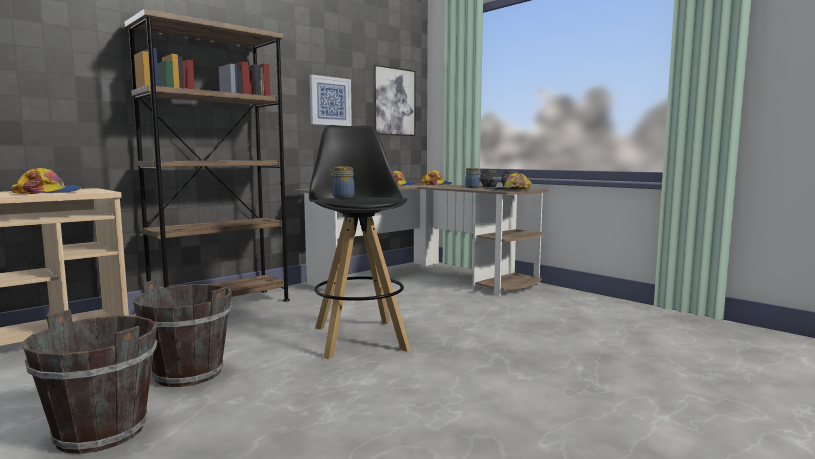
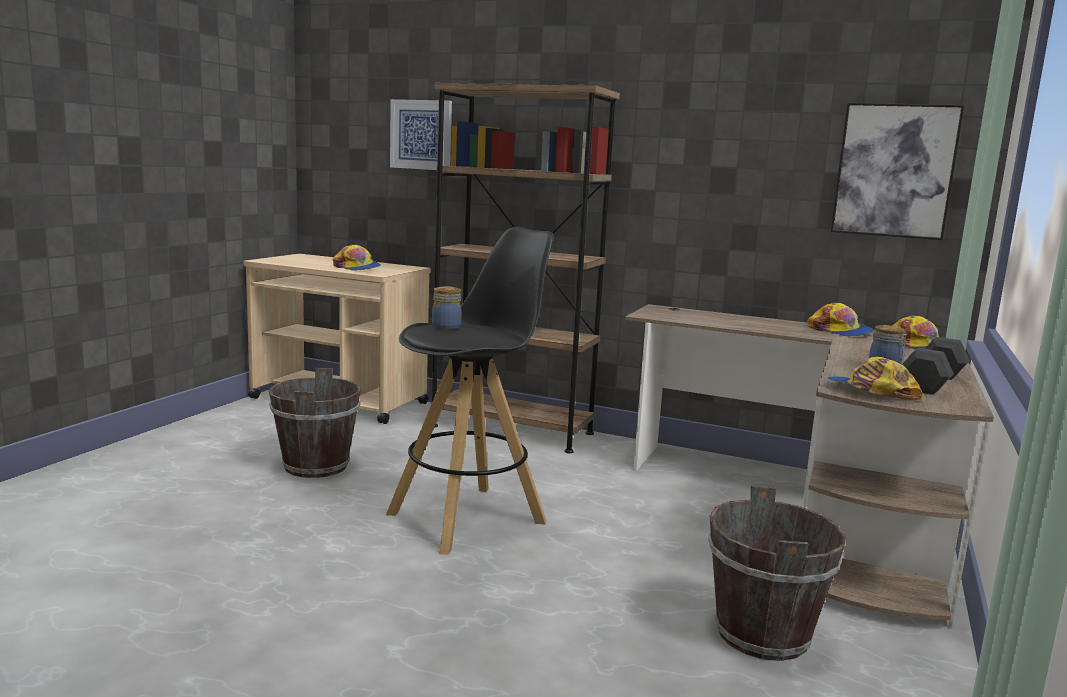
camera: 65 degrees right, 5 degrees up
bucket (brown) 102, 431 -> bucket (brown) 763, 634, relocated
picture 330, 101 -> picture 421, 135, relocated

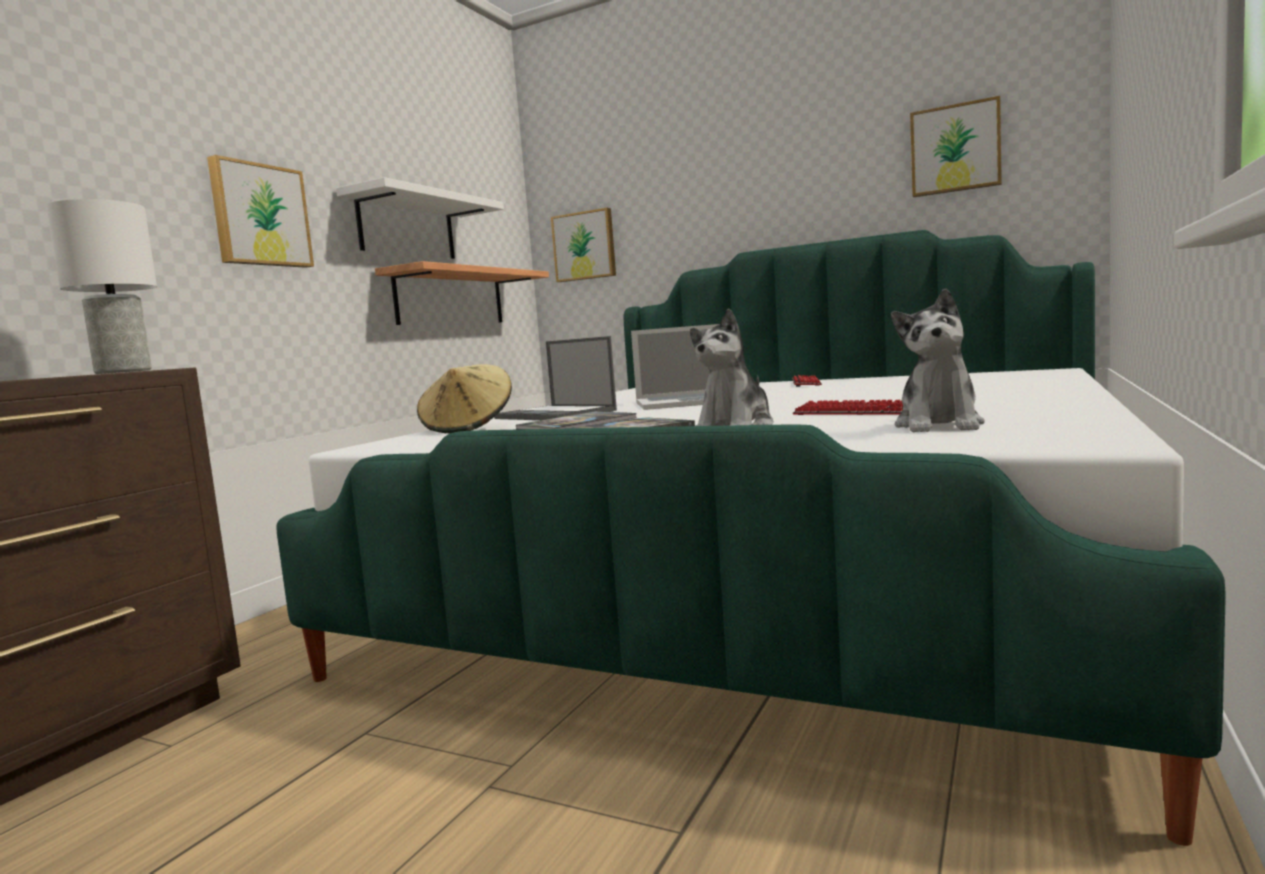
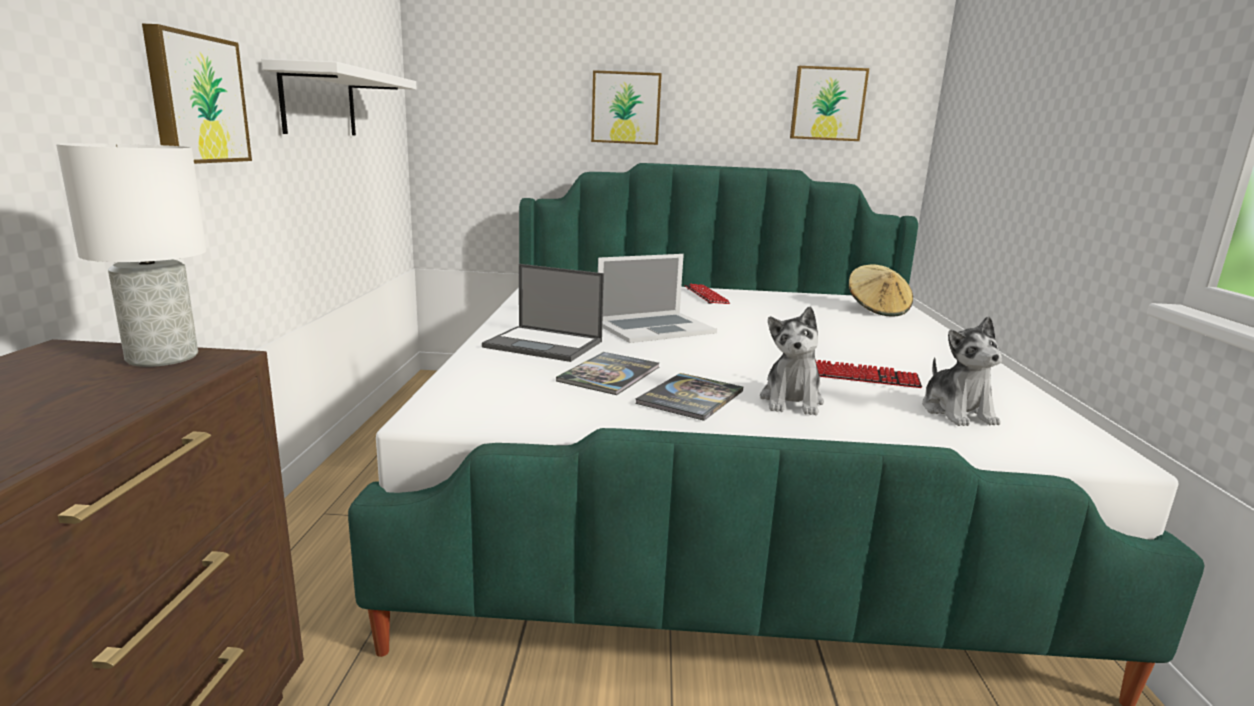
camera: 25 degrees left, 10 degrees up
shelf 450, 298 -> none
hat (beige) 468, 428 -> hat (beige) 877, 310, relocated
picture 585, 246 -> picture 626, 108, relocated

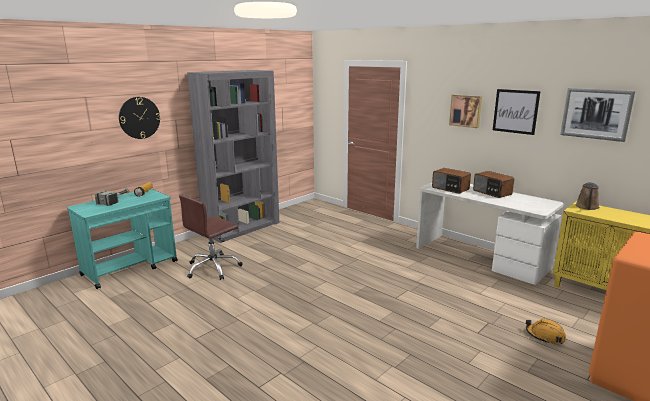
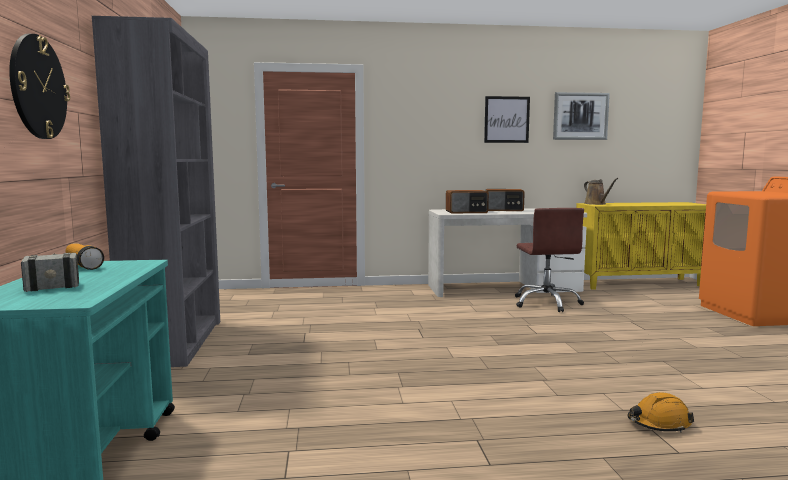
camera: 50 degrees left, 10 degrees down
picture 466, 111 -> none
office chair (brown) 213, 268 -> office chair (brown) 546, 303, relocated
hard hat (orange) 545, 336 -> hard hat (orange) 658, 424, relocated

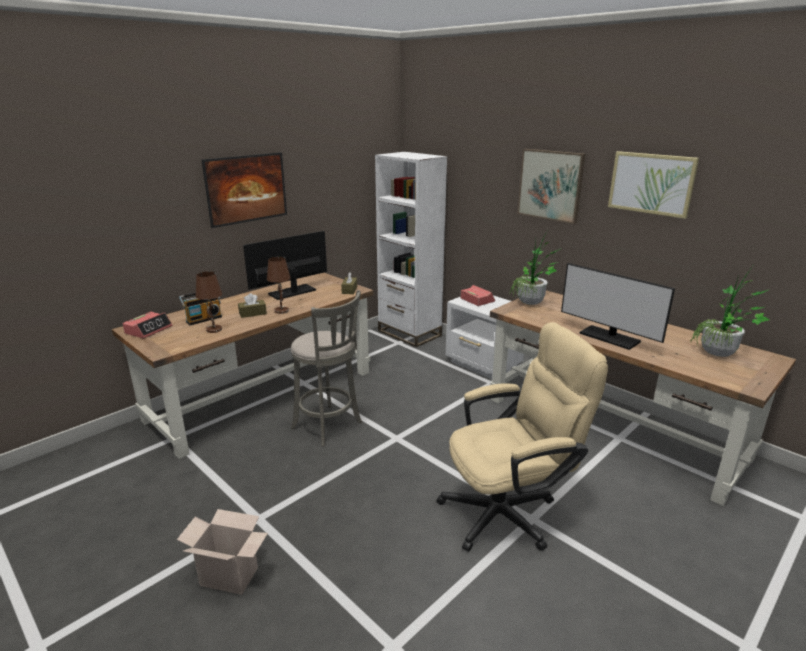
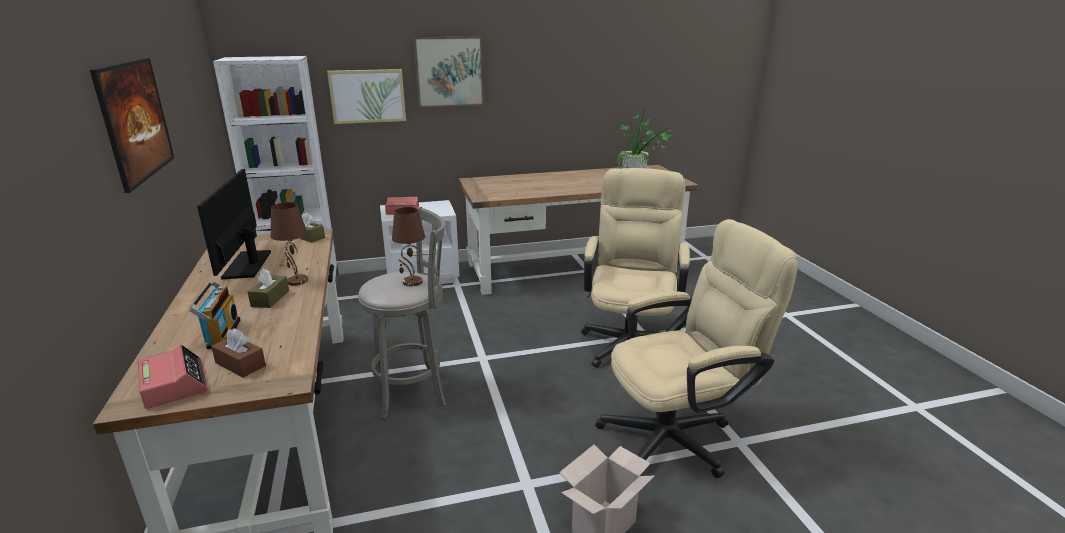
camera: 60 degrees left, 0 degrees up
potted plant 531, 305 -> none
monitor 609, 337 -> none
none -> tissue box (brown) 240, 364
none -> office chair (beige) 678, 436
table lamp (brown) 213, 329 -> table lamp (brown) 412, 282, relocated
picture 651, 183 -> picture 367, 96, relocated

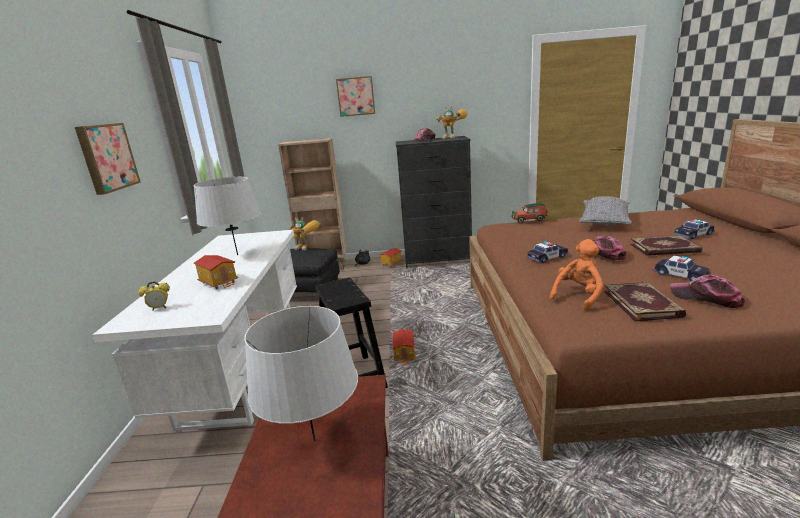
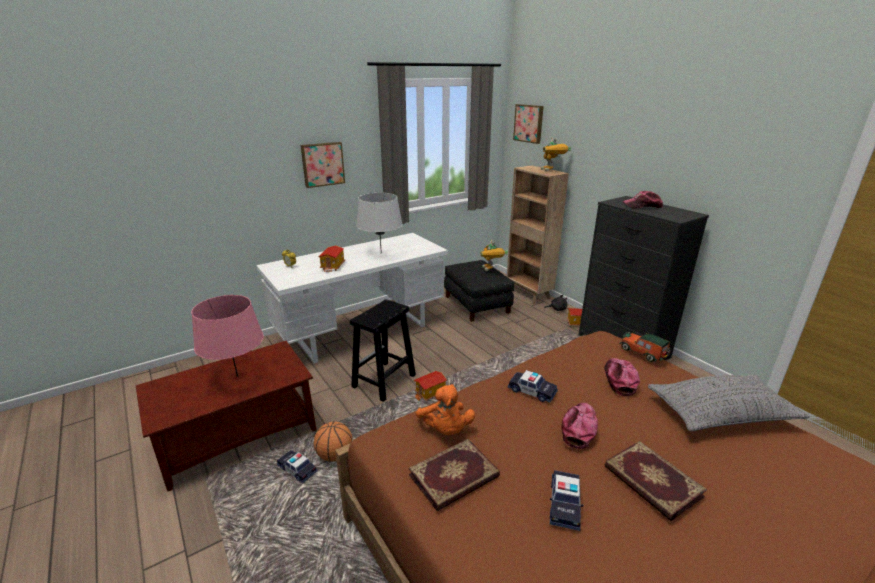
camera: 55 degrees right, 5 degrees up
none -> basketball 335, 455
picture 356, 96 -> picture 529, 123, relocated
toy robot 454, 137 -> toy robot 551, 171, relocated
cap 706, 298 -> cap 619, 379, relocated
toy car 693, 234 -> toy car 297, 469, relocated
table lamp (grey) 315, 441 -> table lamp (pink) 237, 376
plush toy (orange) 578, 296 -> plush toy (orange) 445, 430, 60 degrees clockwise

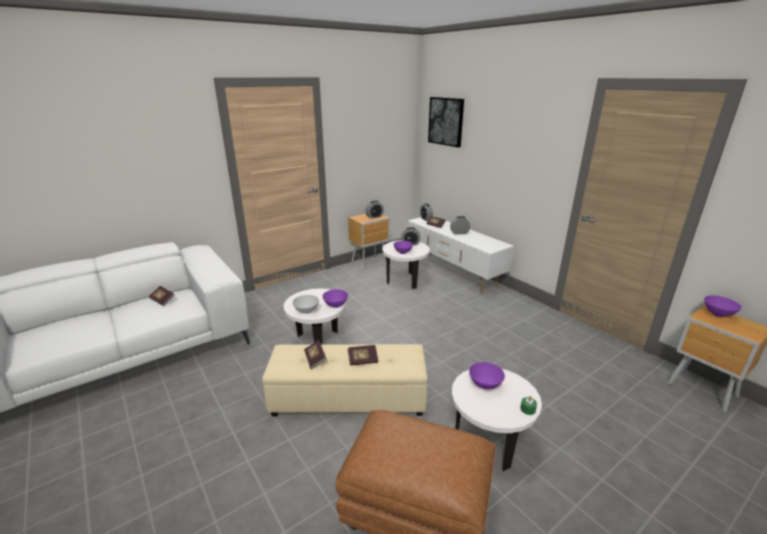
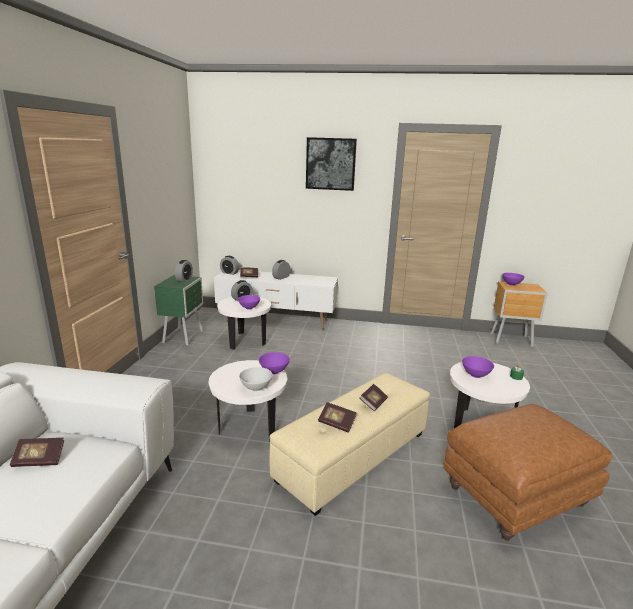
camera: 45 degrees left, 5 degrees down
picture 446, 121 -> picture 330, 164, relocated
nightstand (brown) 370, 263 -> nightstand (green) 184, 337

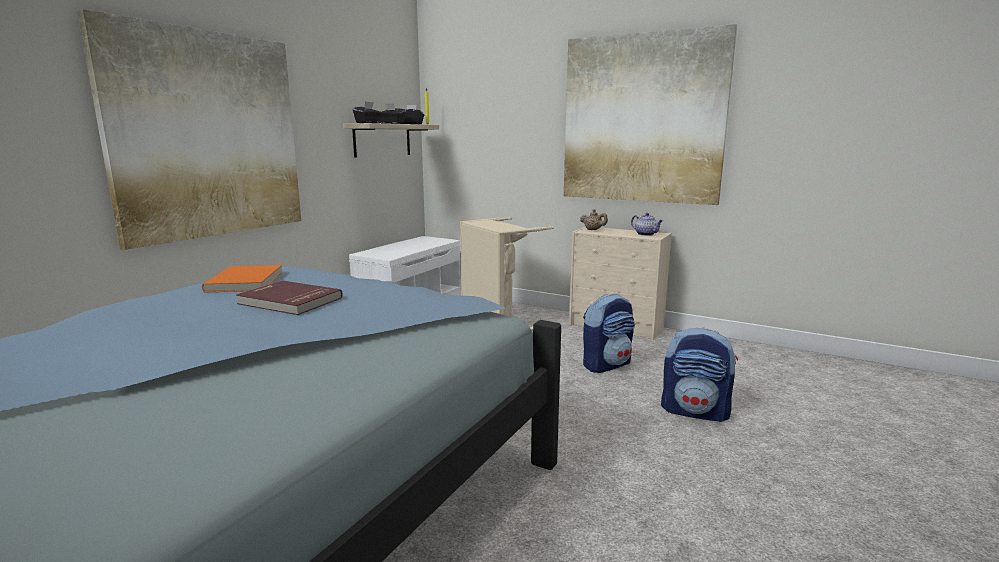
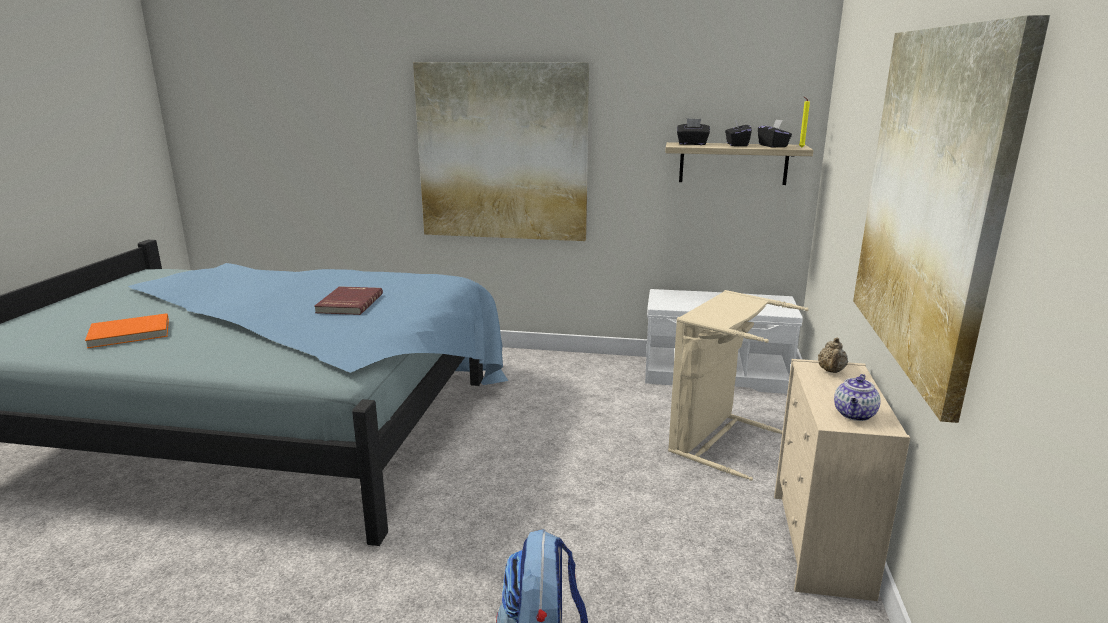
camera: 70 degrees right, 5 degrees up
backpack 607, 364 -> none
book (orange) 247, 282 -> book (orange) 129, 334, relocated

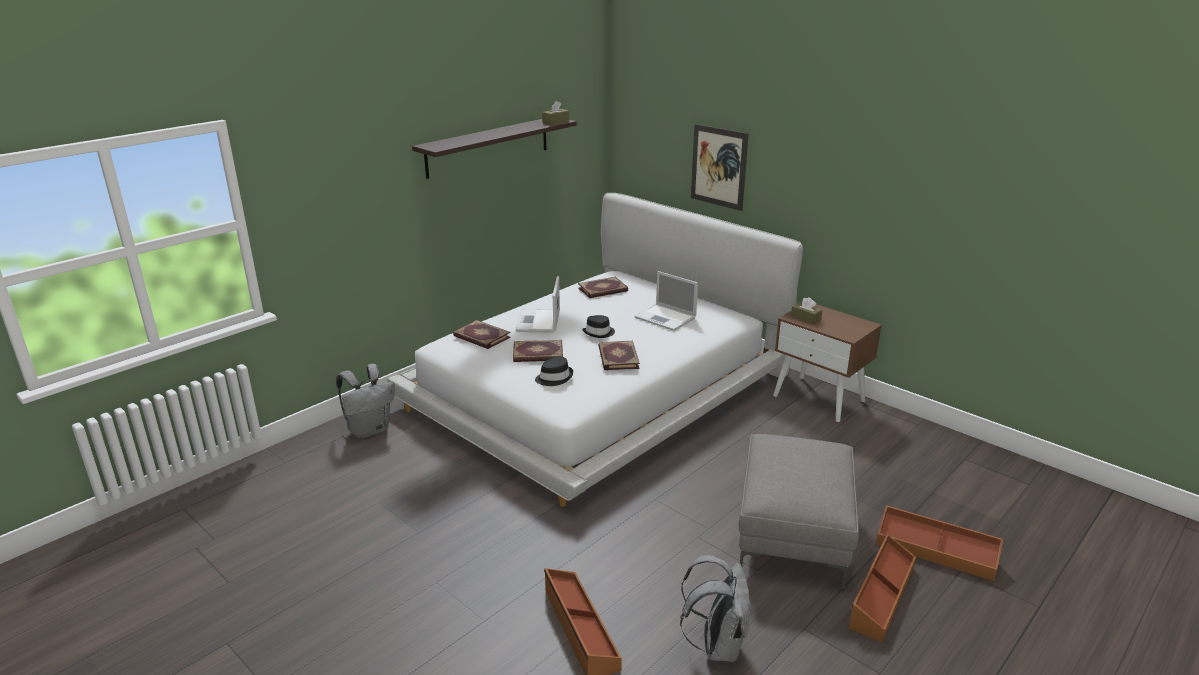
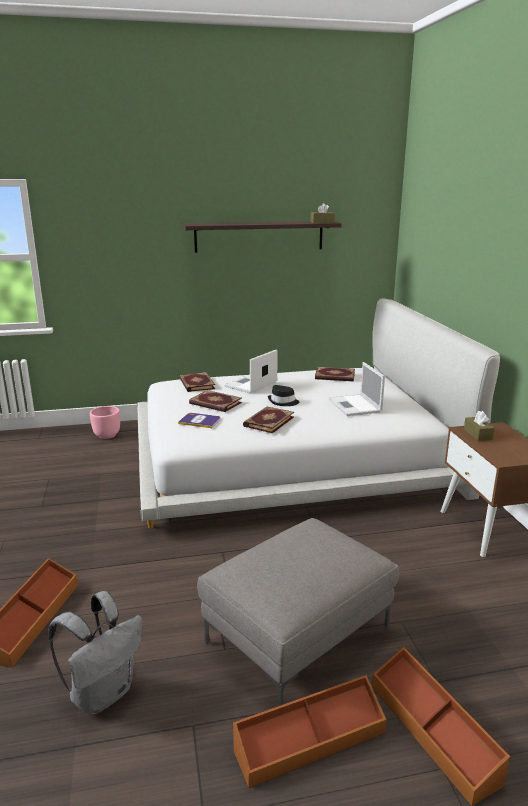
camera: 35 degrees right, 5 degrees down
picture 718, 167 -> none
backpack (grey) 370, 430 -> planter (pink) 107, 435
hat (black) 554, 378 -> book 200, 421

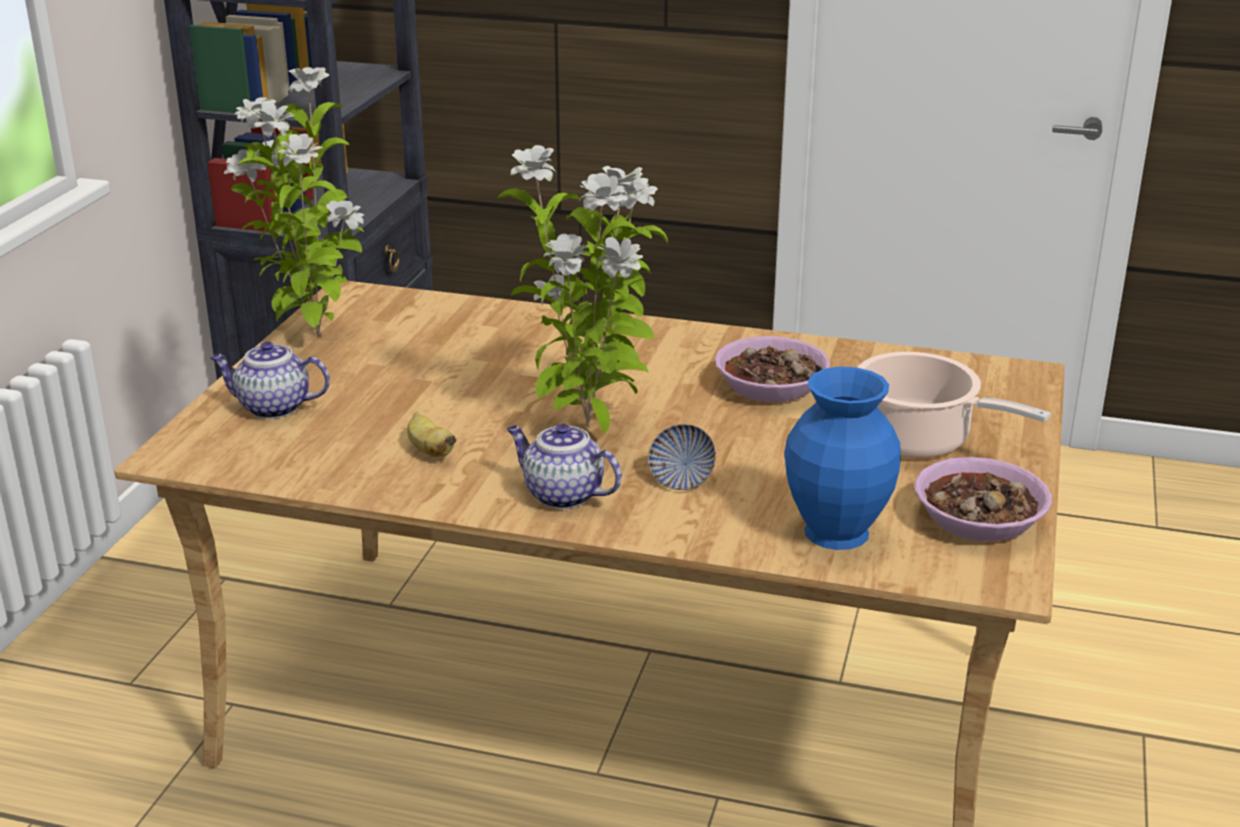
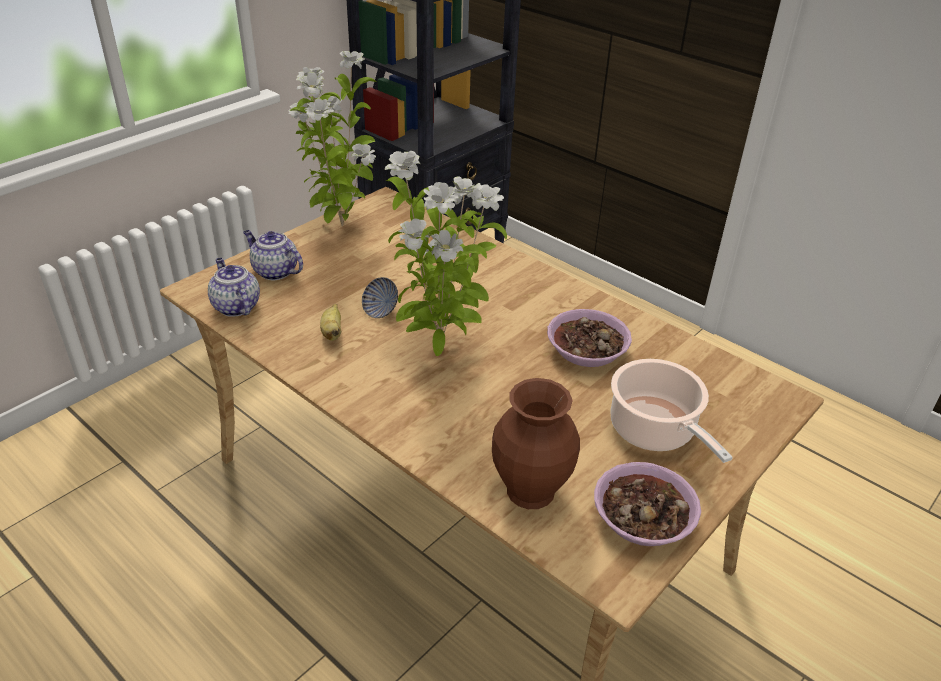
camera: 25 degrees right, 10 degrees up
teapot 561, 495 -> teapot 235, 306, relocated
bowl 681, 479 -> bowl 380, 311, relocated
vase (blue) 838, 531 -> vase (brown) 532, 490

